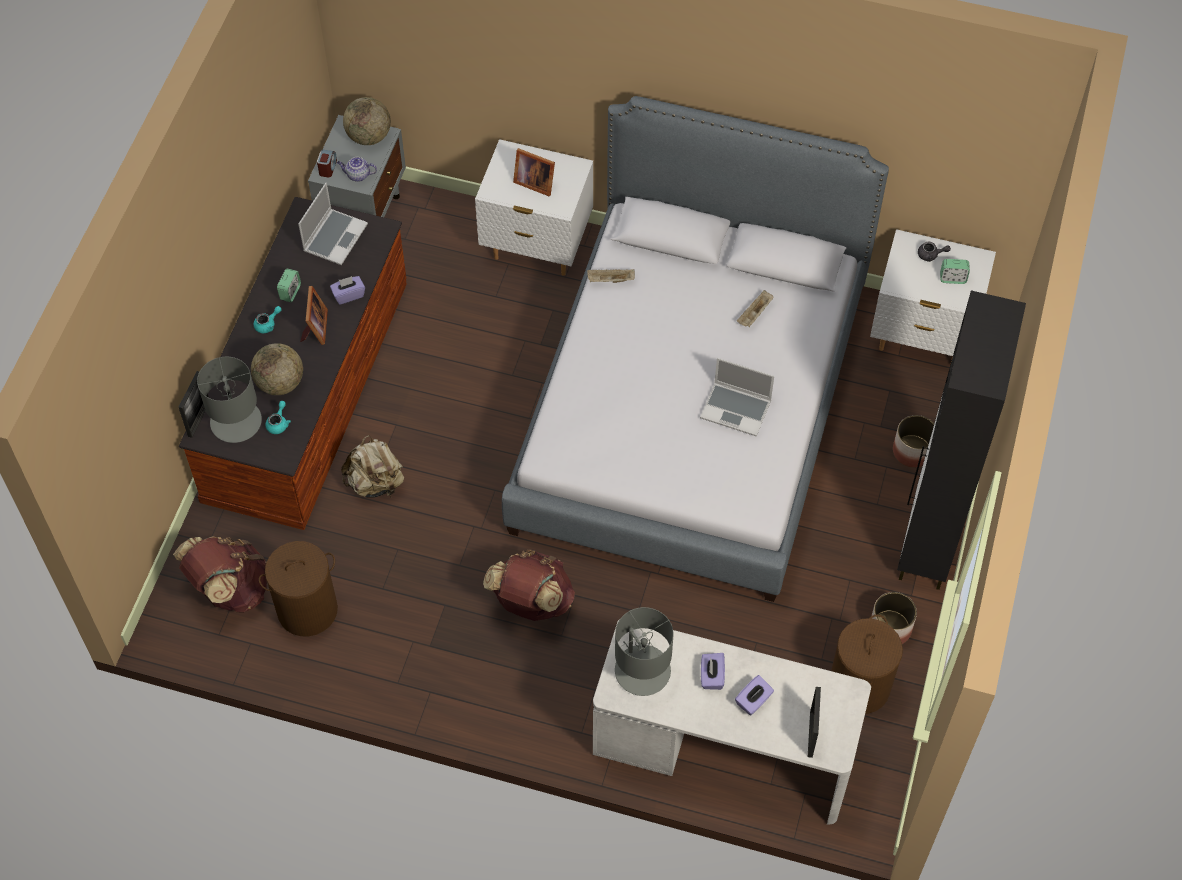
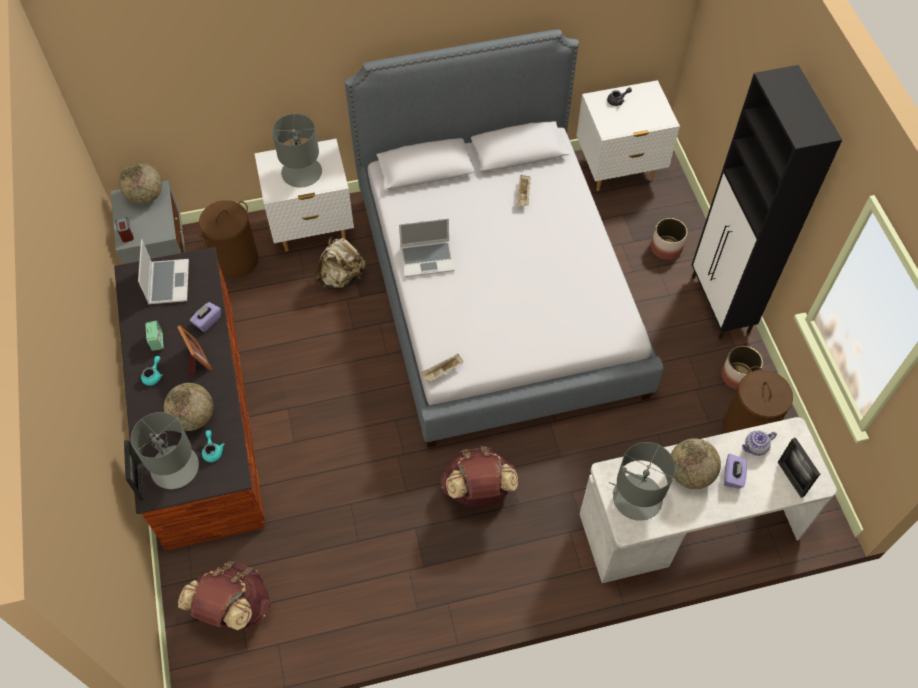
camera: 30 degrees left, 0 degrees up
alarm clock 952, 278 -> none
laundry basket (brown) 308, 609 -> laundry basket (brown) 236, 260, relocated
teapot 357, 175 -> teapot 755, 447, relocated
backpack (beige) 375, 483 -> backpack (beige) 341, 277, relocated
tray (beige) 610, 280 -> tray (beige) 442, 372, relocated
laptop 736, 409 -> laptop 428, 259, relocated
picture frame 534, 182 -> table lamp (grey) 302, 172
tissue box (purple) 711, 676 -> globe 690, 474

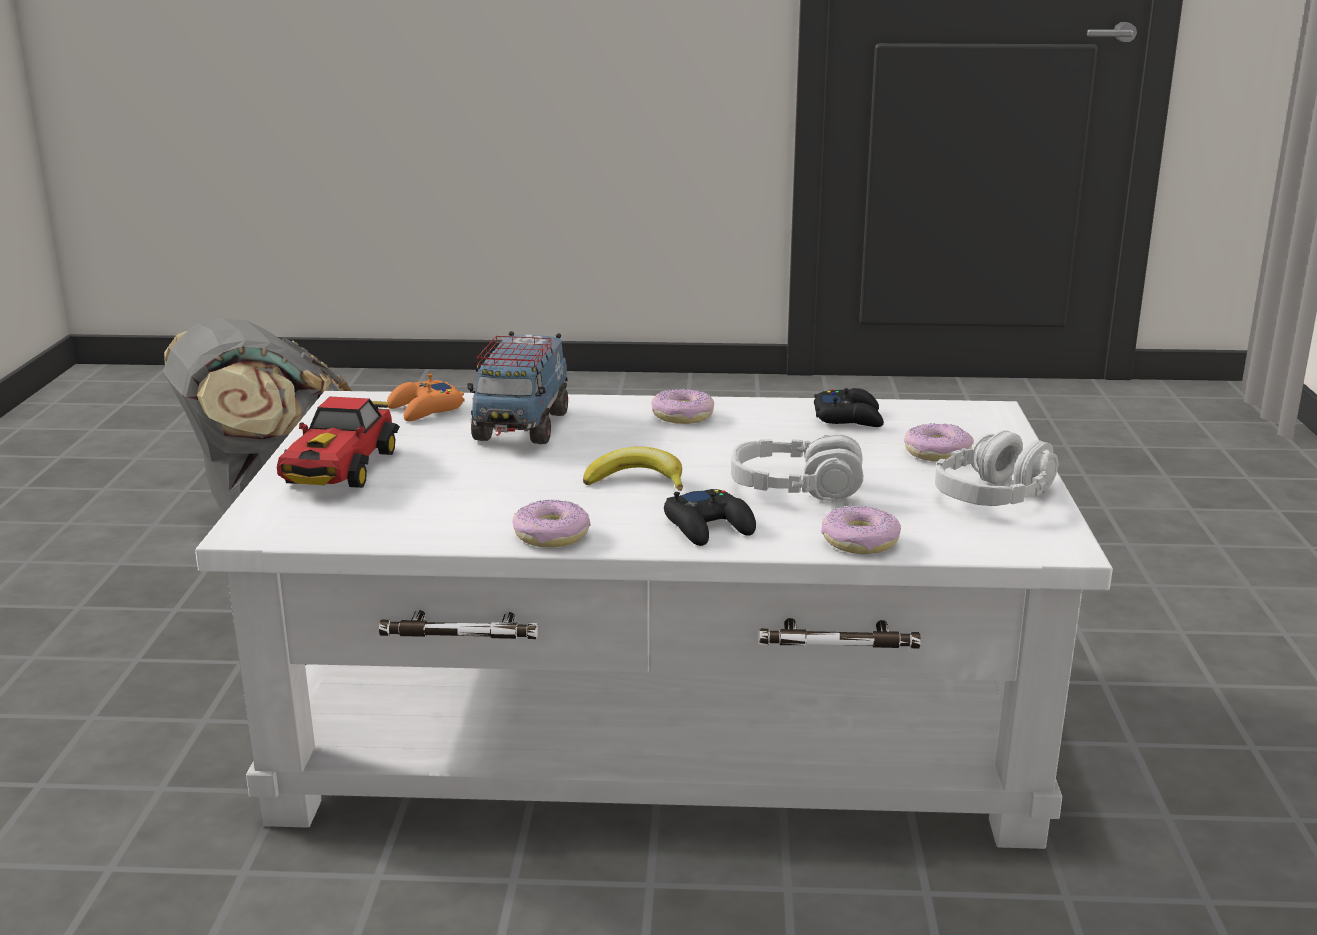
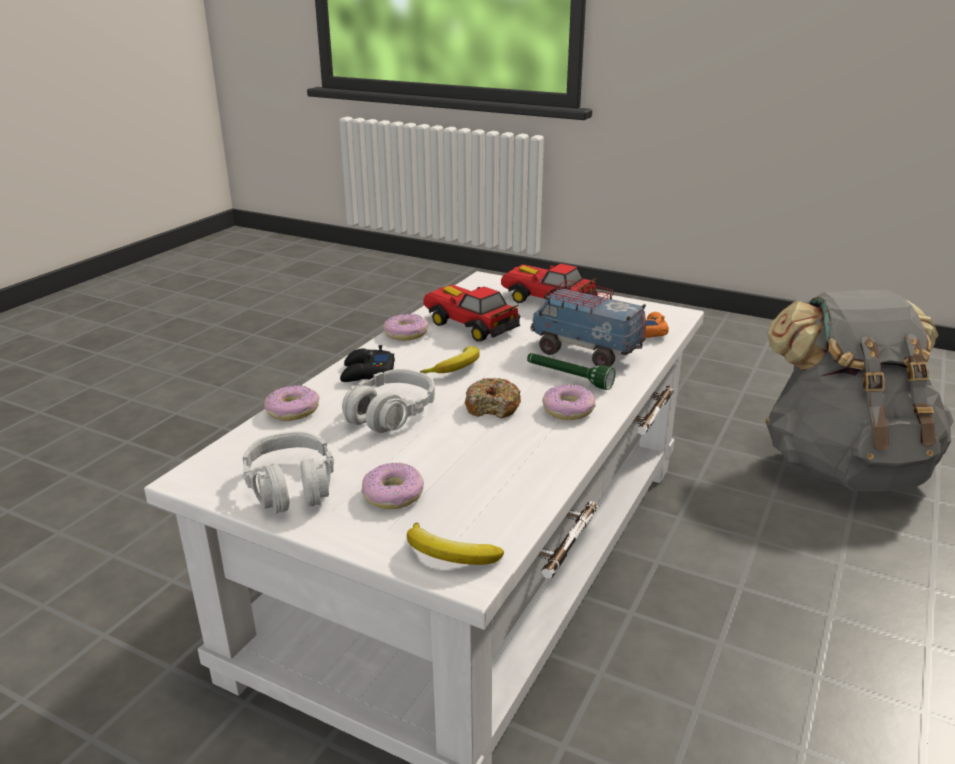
camera: 115 degrees right, 5 degrees up
game controller (black) 848, 418 -> none
none -> banana 449, 555
none -> toy car 470, 325
none -> donut 493, 407
none -> flashlight (green) 568, 378

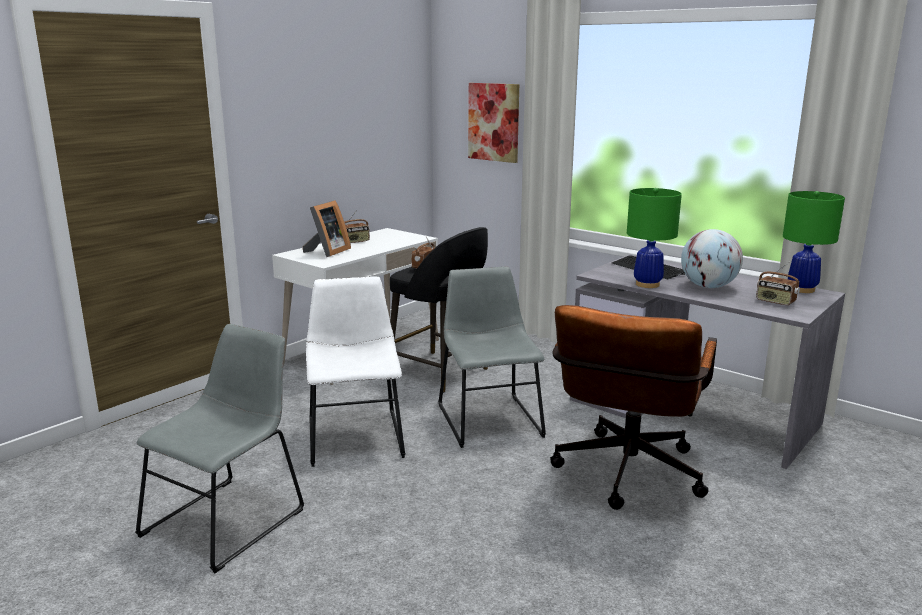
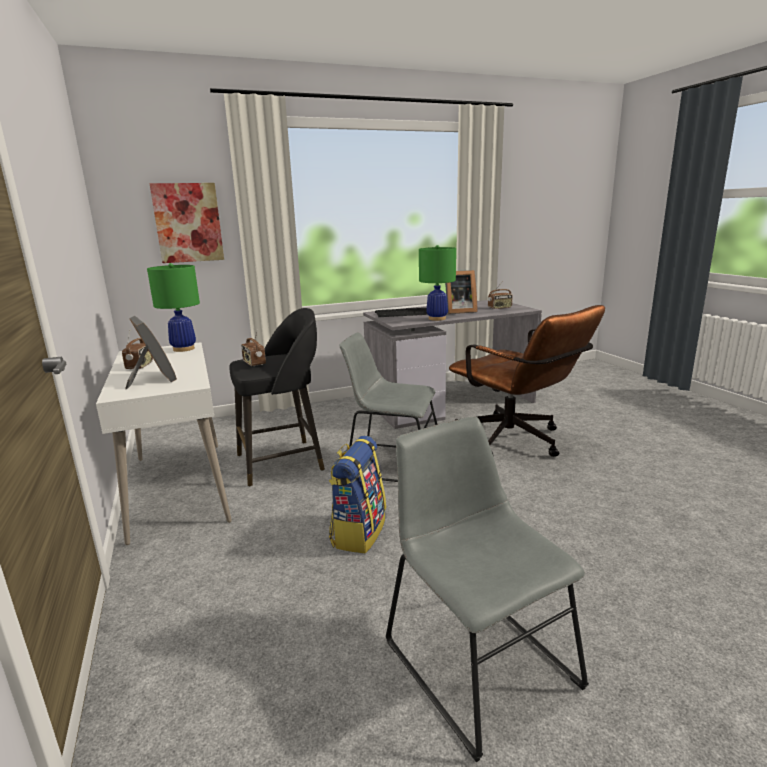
camera: 60 degrees left, 0 degrees up
table lamp (green) 802, 289 -> table lamp (green) 184, 349, relocated
chair (white) 355, 435 -> backpack 358, 532
globe 708, 287 -> picture frame 458, 311

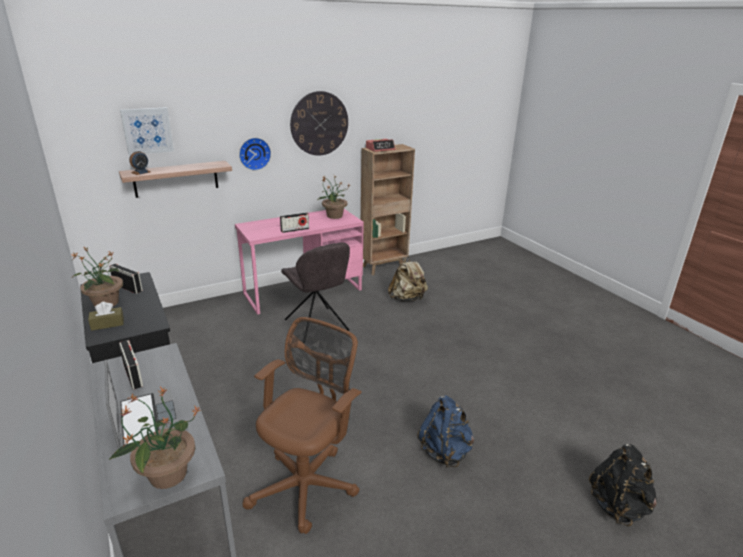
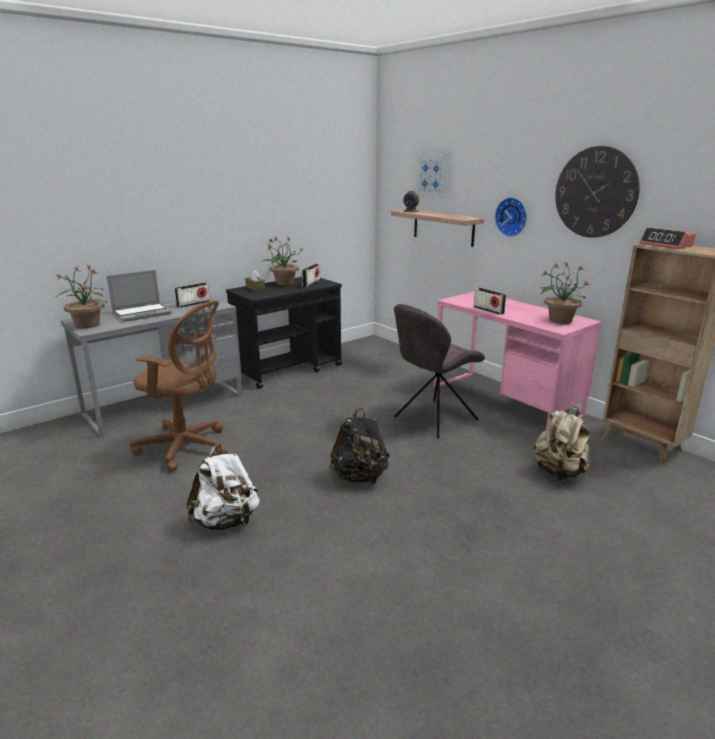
camera: 80 degrees right, 5 degrees down
backpack (black) 618, 505 -> backpack (black) 360, 477, relocated
backpack (blue) 445, 451 -> backpack (white) 226, 521

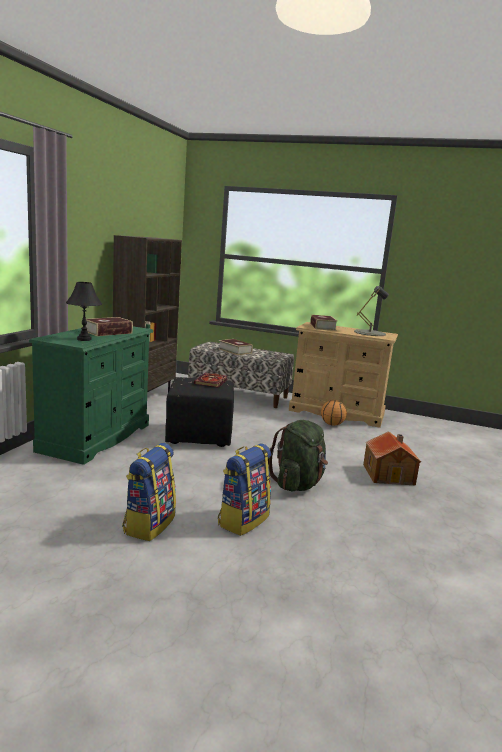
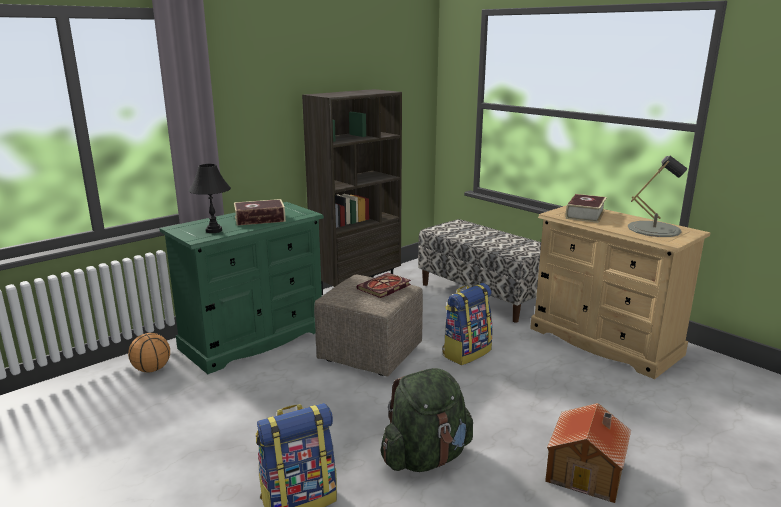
camera: 30 degrees right, 5 degrees up
book 235, 351 -> none
backpack 149, 524 -> backpack 466, 352, relocated
basketball 332, 424 -> basketball 152, 369, relocated
ottoman (black) 200, 436 -> ottoman (beige) 372, 354

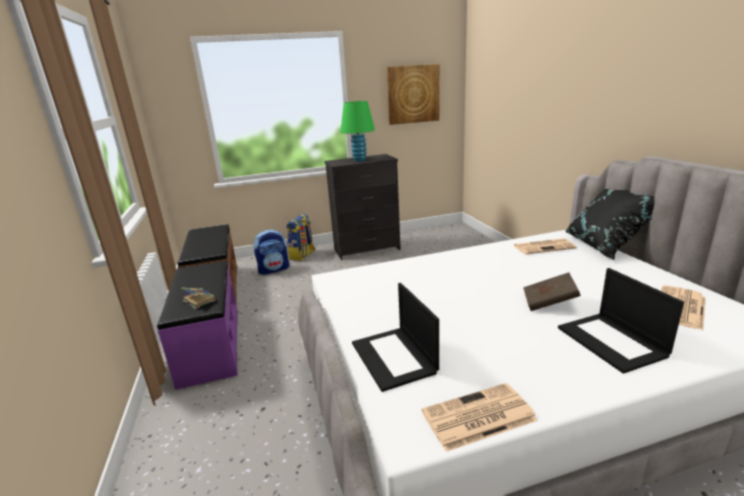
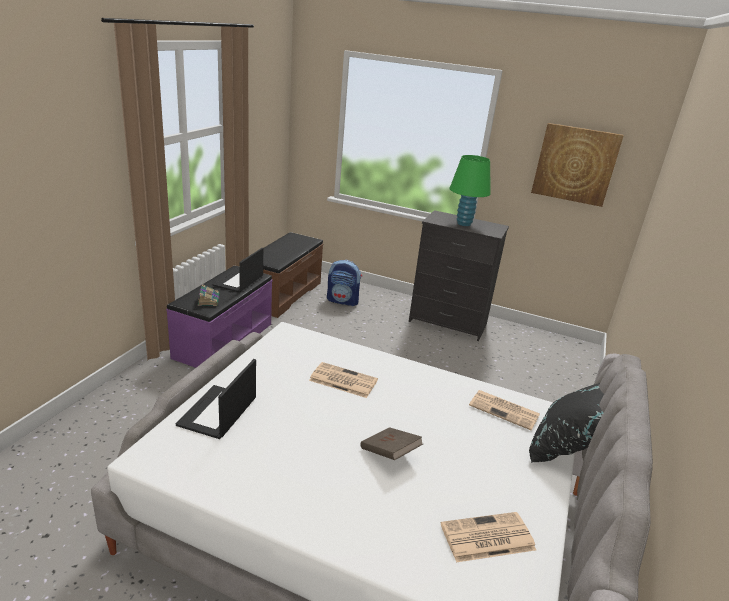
camera: 35 degrees right, 5 degrees up
backpack 302, 255 -> none
newspaper 477, 417 -> newspaper 342, 380, relocated
laptop 612, 342 -> laptop 238, 281, relocated

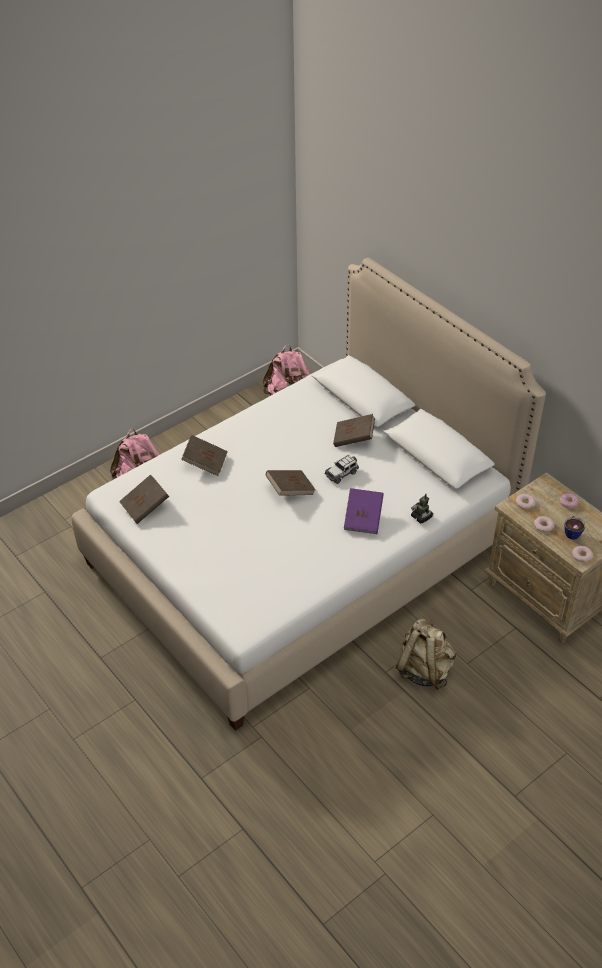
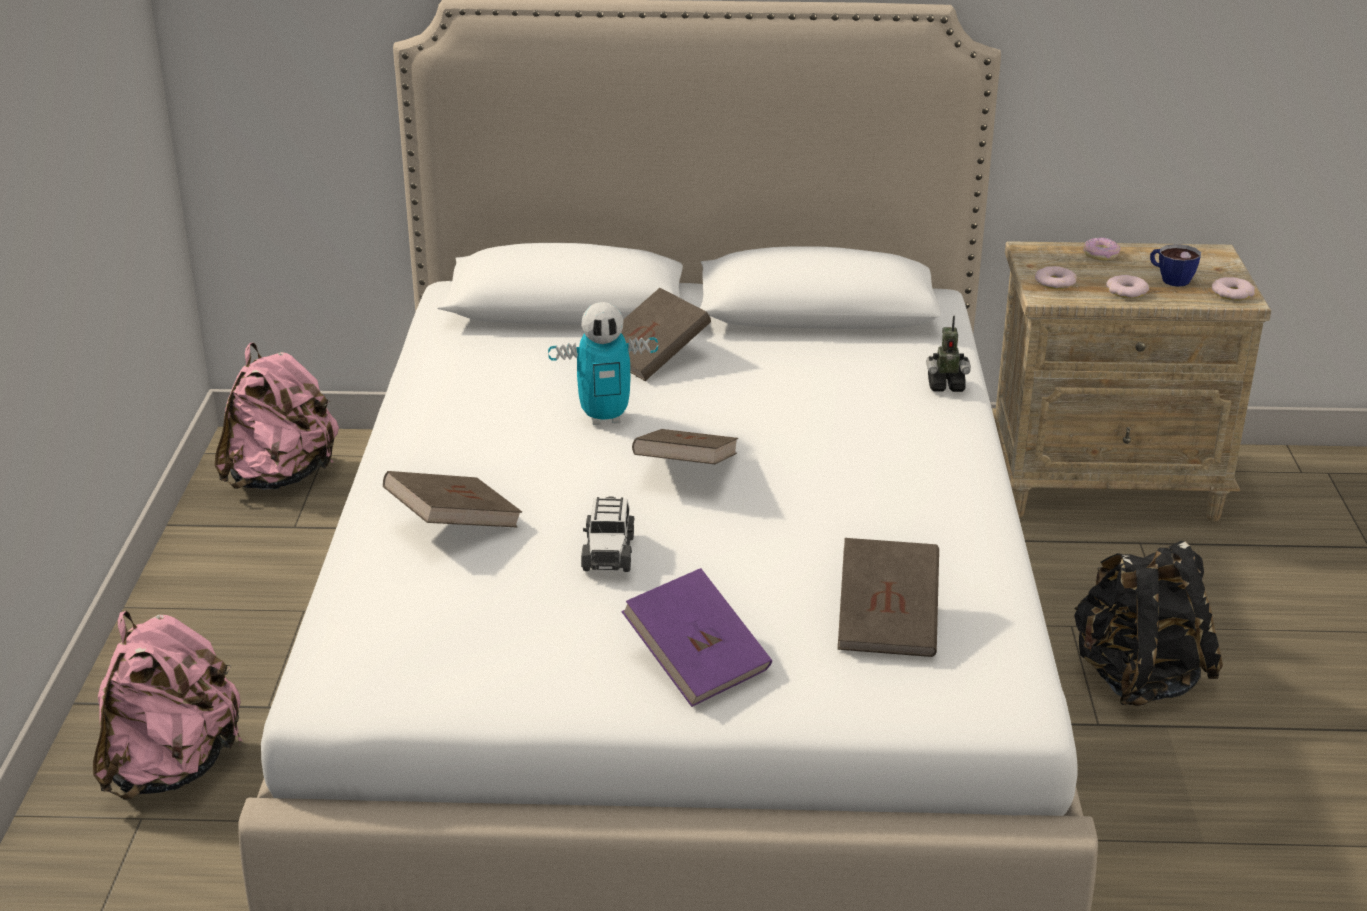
camera: 50 degrees left, 15 degrees down
none -> toy robot 604, 418
book (brown) 145, 507 -> book (brown) 887, 623, relocated
toy car 342, 473 -> toy car 608, 552, relocated
book (purple) 363, 519 -> book (purple) 697, 662, relocated
backpack (beige) 424, 669 -> backpack (black) 1137, 678

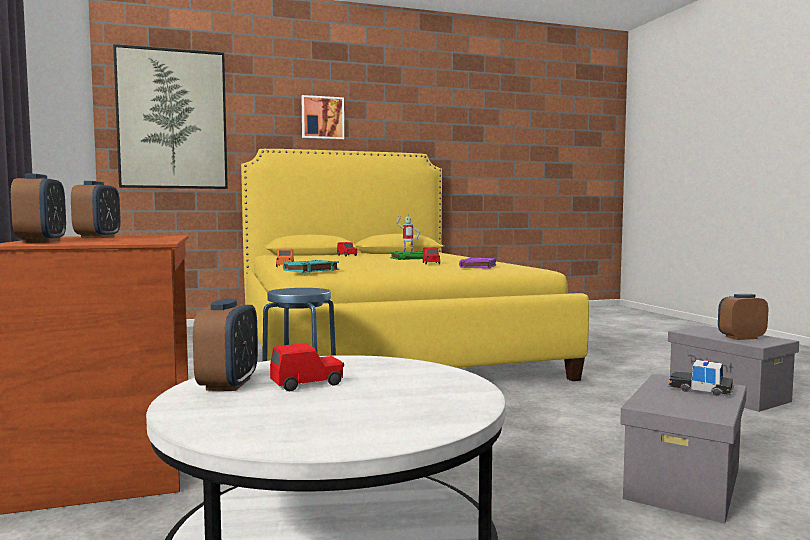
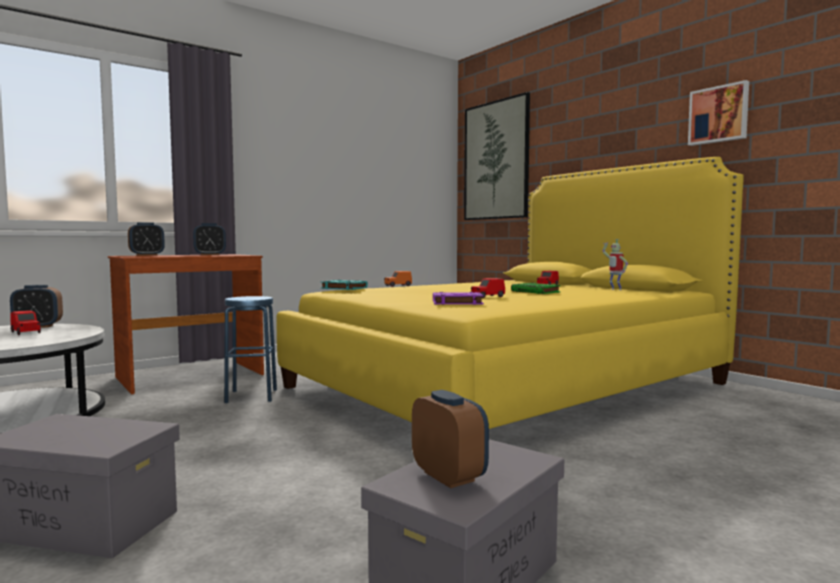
camera: 70 degrees right, 0 degrees up
toy car 700, 389 -> none
picture 322, 118 -> picture 718, 114, relocated

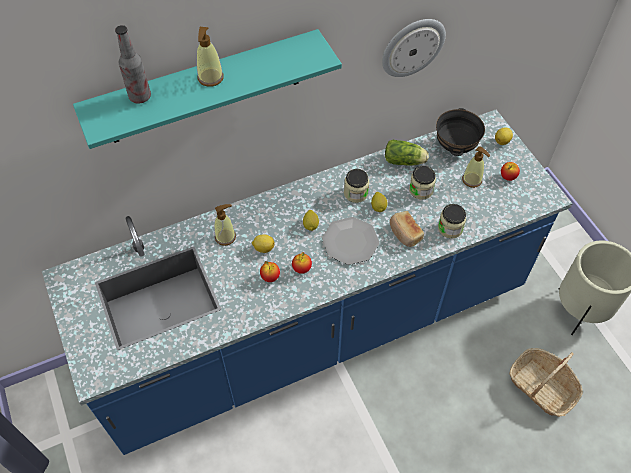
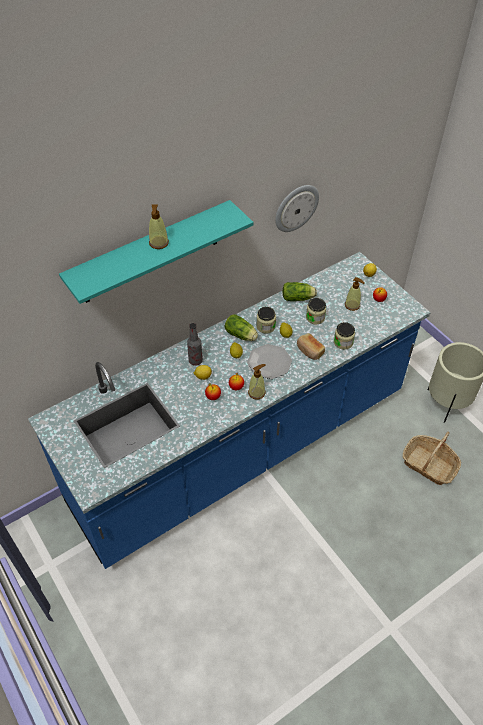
camera: 10 degrees left, 5 degrees down
bowl (black) 455, 147 -> none
none -> lettuce 241, 335
bottle 140, 97 -> bottle 195, 361, relocated
soap dispenser 225, 237 -> soap dispenser 257, 392, relocated

